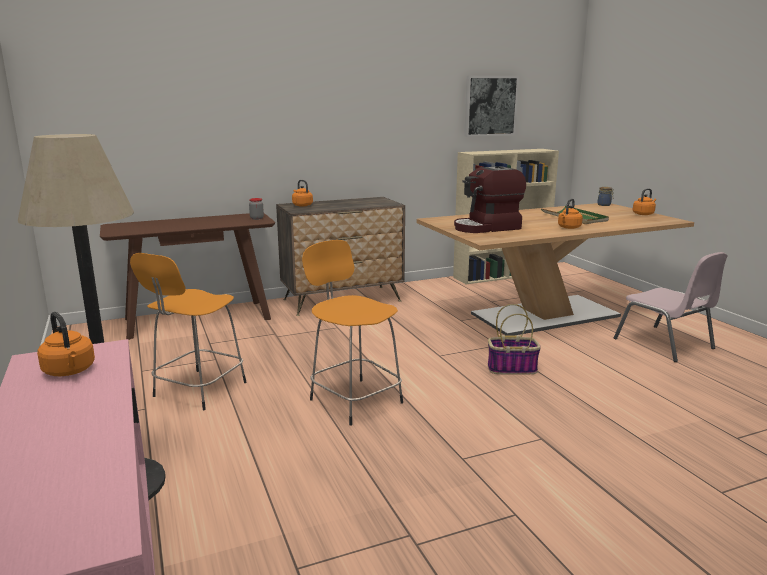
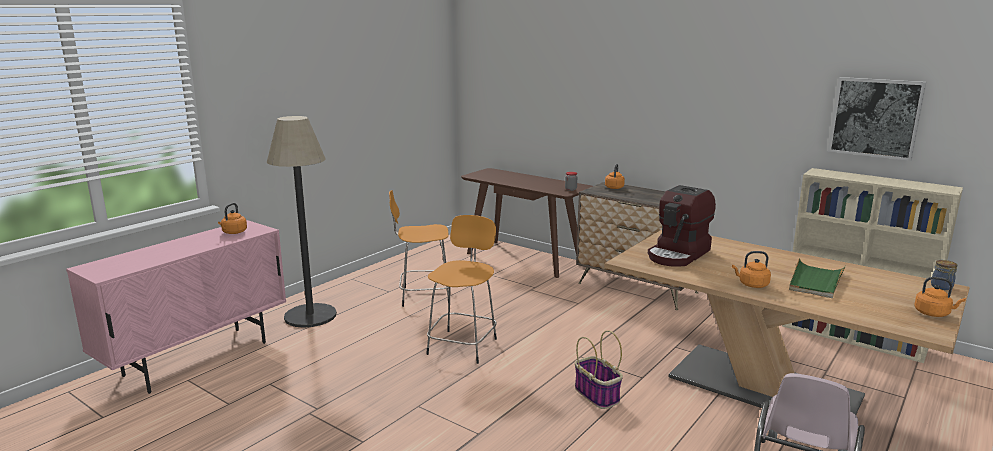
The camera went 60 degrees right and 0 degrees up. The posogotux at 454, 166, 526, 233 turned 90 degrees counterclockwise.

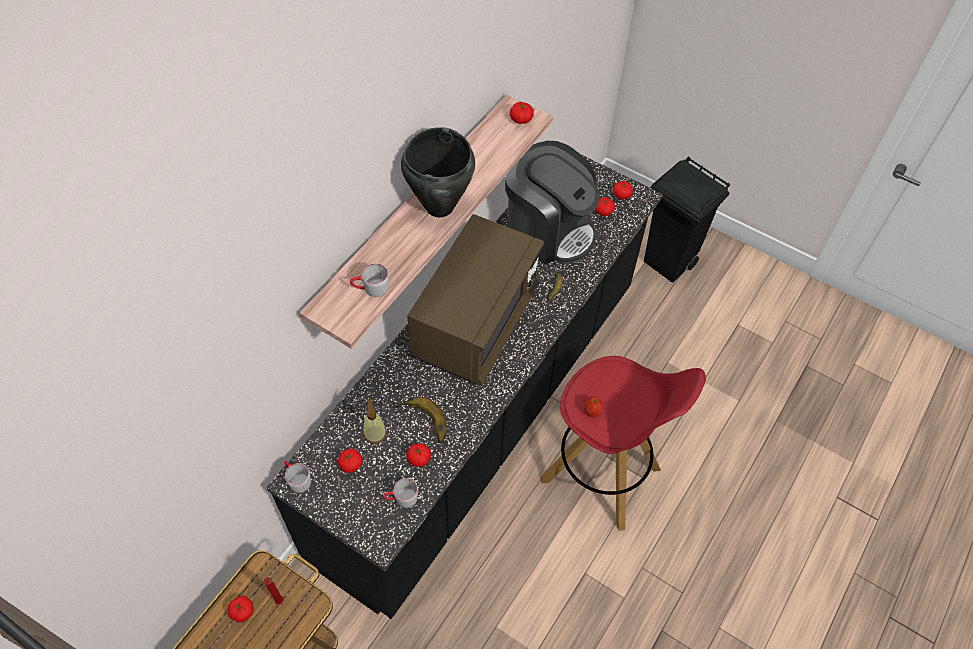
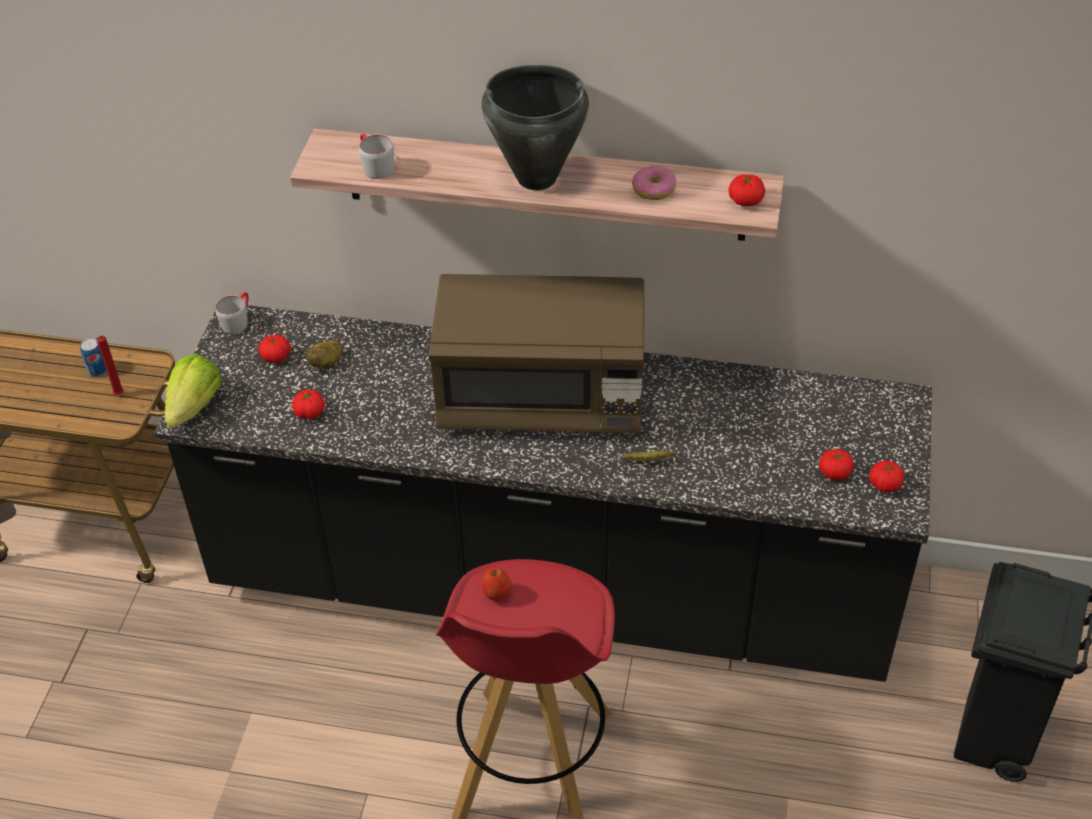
The camera went 70 degrees right and 10 degrees down. The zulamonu at 228, 596, 254, 623 was replaced by the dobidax at 80, 338, 107, 377. The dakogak at 165, 354, 222, 428 appeared. The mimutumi at 363, 399, 387, 444 was replaced by the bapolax at 306, 341, 343, 367. The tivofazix at 632, 166, 676, 200 appeared. The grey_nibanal at 382, 478, 418, 508 disappeared. The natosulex at 395, 397, 447, 443 disappeared. The posogotux at 505, 141, 600, 264 disappeared.

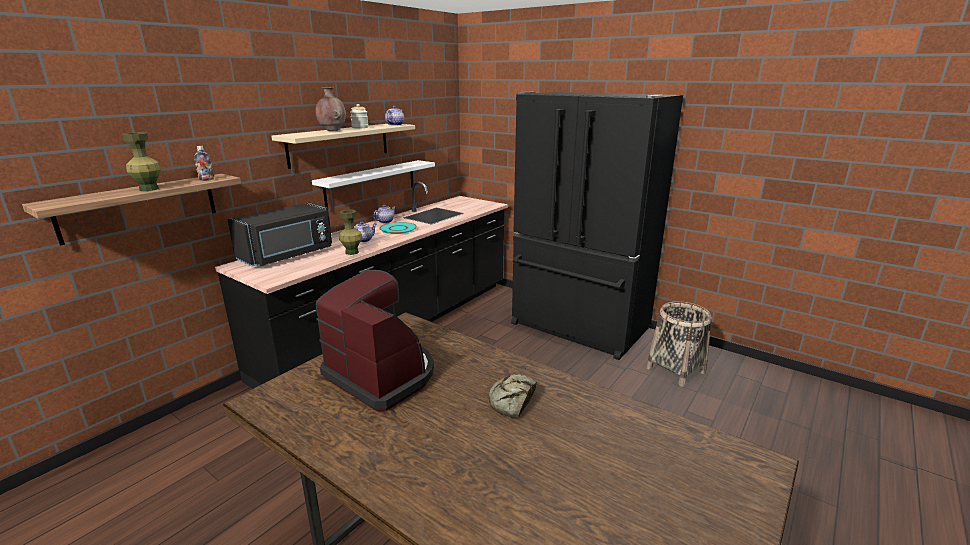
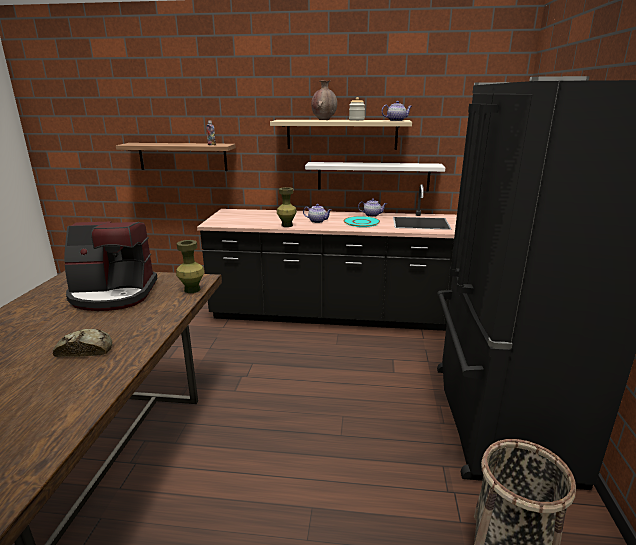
The camera went 60 degrees right and 0 degrees up. The posogotux at 316, 270, 434, 411 turned 75 degrees clockwise. The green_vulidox moved from 122, 132, 161, 191 to 176, 240, 204, 293. The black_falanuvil at 227, 202, 332, 267 disappeared.

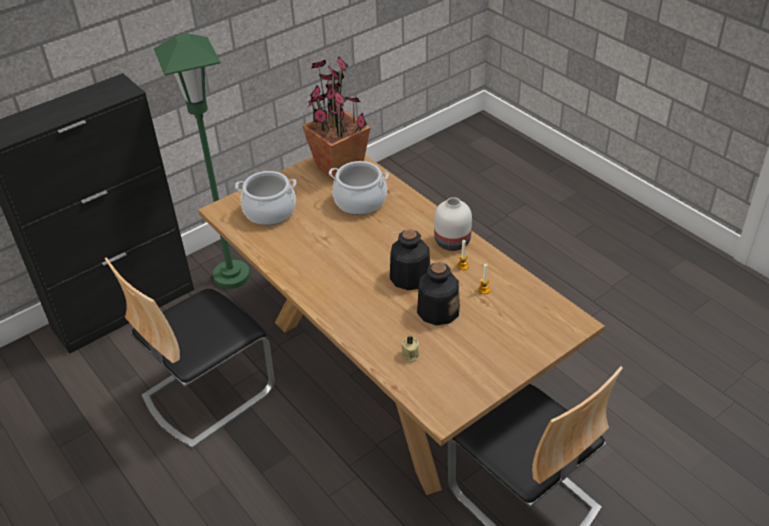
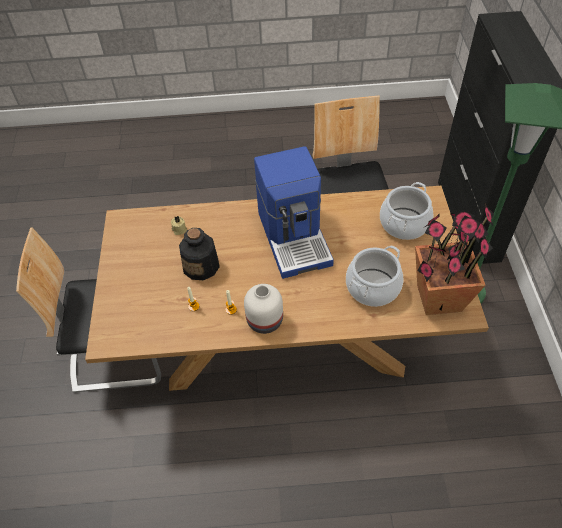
The camera went 125 degrees right and 10 degrees up. The posogotux at 254, 146, 334, 279 appeared. The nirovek at 390, 230, 430, 290 disappeared.

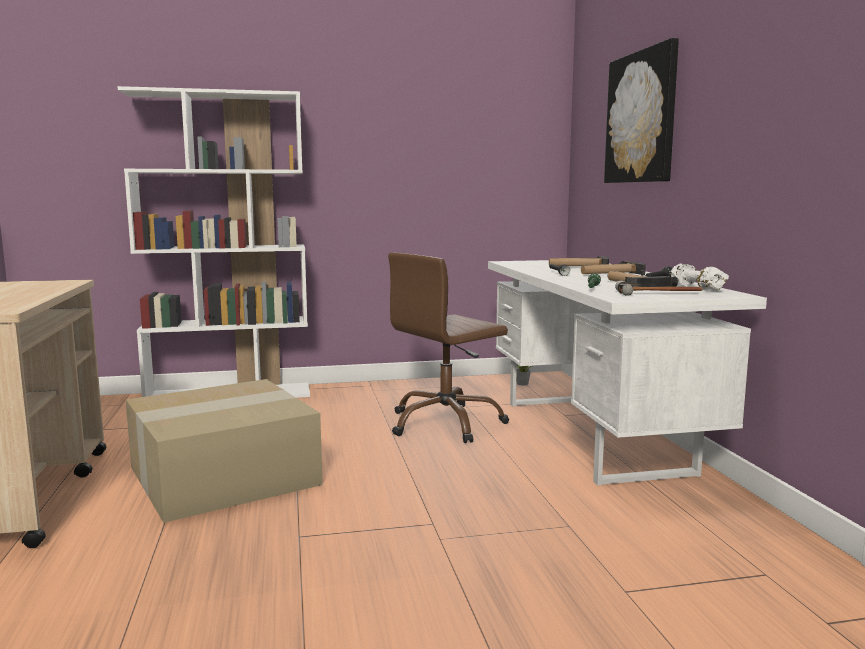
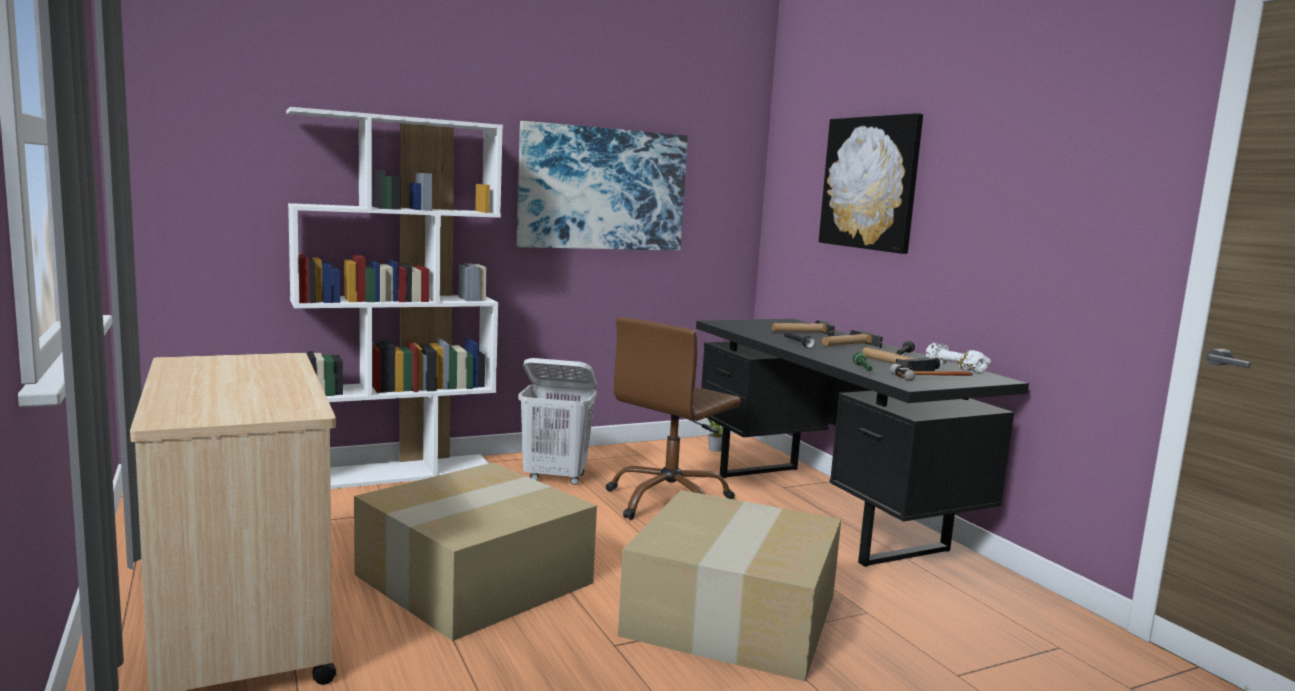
The camera went 15 degrees left and 0 degrees up. The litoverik at 517, 121, 688, 251 appeared. The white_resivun at 519, 358, 597, 485 appeared. The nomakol at 618, 490, 841, 682 appeared. The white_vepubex at 488, 260, 767, 486 became the black_vepubex at 696, 319, 1029, 567.

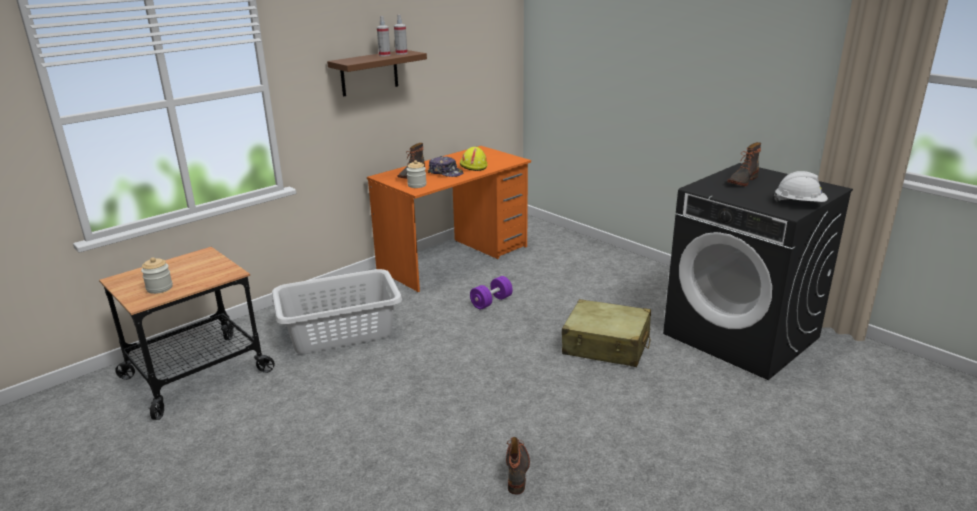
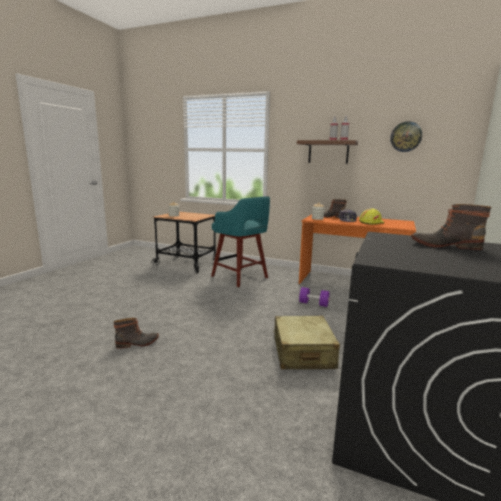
The camera went 65 degrees right and 10 degrees down. The grey_resivun at 272, 269, 402, 354 was replaced by the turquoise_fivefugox at 211, 196, 270, 287. The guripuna at 390, 121, 422, 152 appeared. The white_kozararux at 774, 171, 828, 202 disappeared.

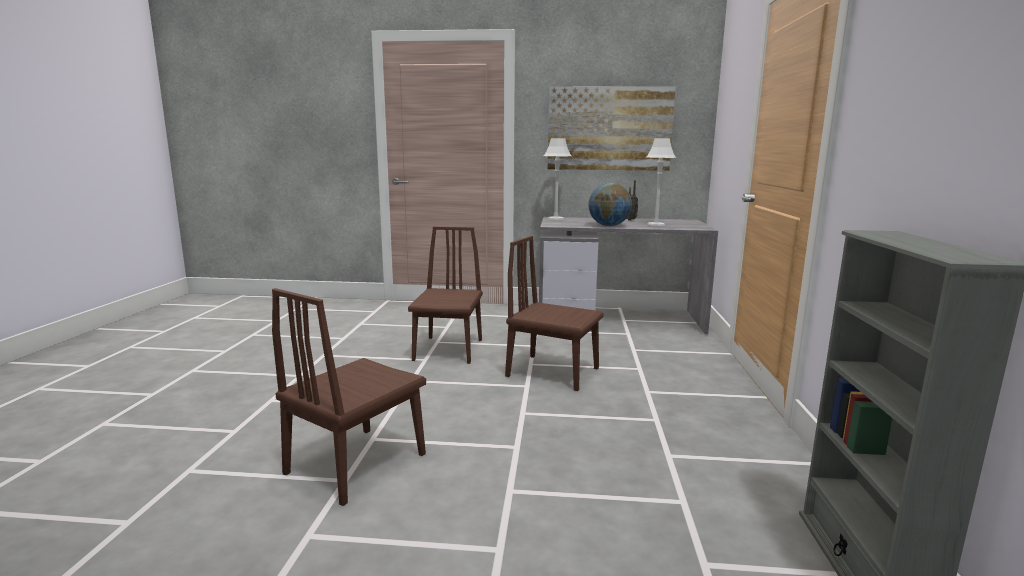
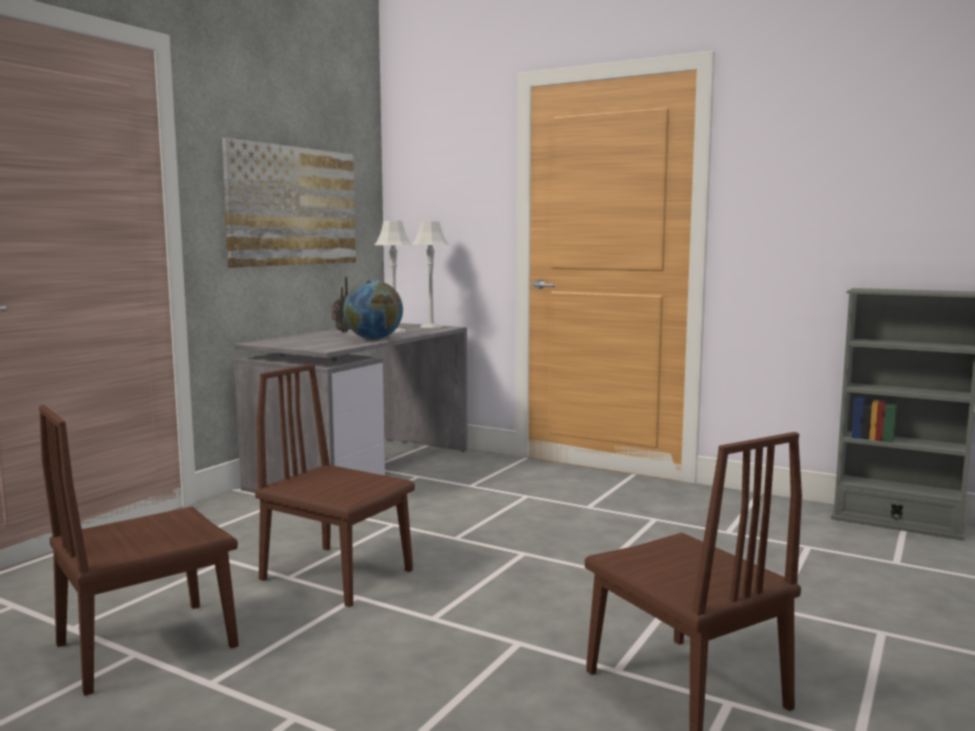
The camera went 65 degrees left and 5 degrees down. The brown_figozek moved from 505, 236, 604, 391 to 39, 405, 239, 696. The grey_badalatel moved from 544, 138, 572, 220 to 412, 221, 449, 328.

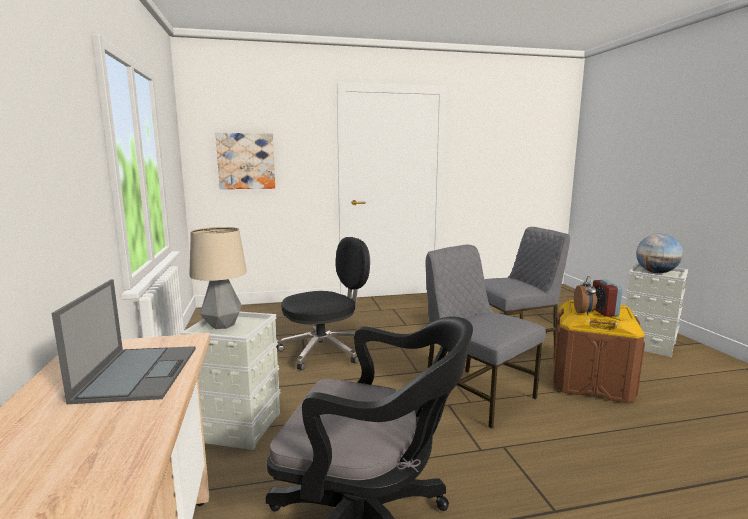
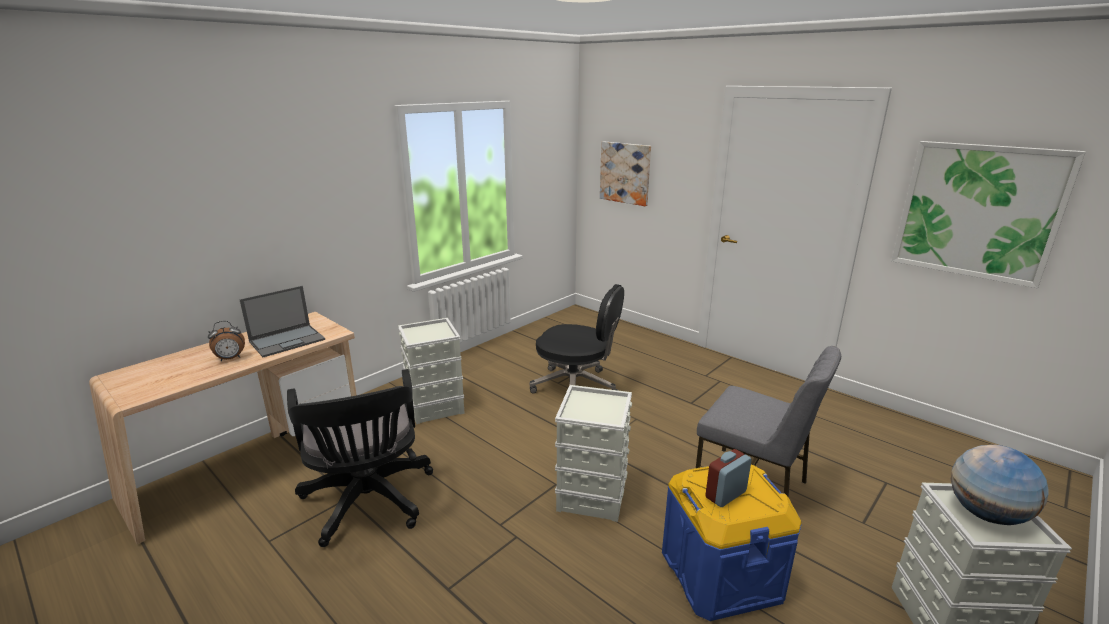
The camera went 55 degrees right and 10 degrees up. The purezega moved from 574, 276, 597, 315 to 208, 321, 245, 361. The grey_figozek at 425, 245, 546, 429 was replaced by the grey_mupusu at 555, 385, 632, 522. The brown_mupusu at 553, 300, 645, 403 became the blue_mupusu at 662, 465, 801, 621. The litoverik at 891, 141, 1086, 288 appeared. The badalatel at 189, 227, 247, 329 disappeared.

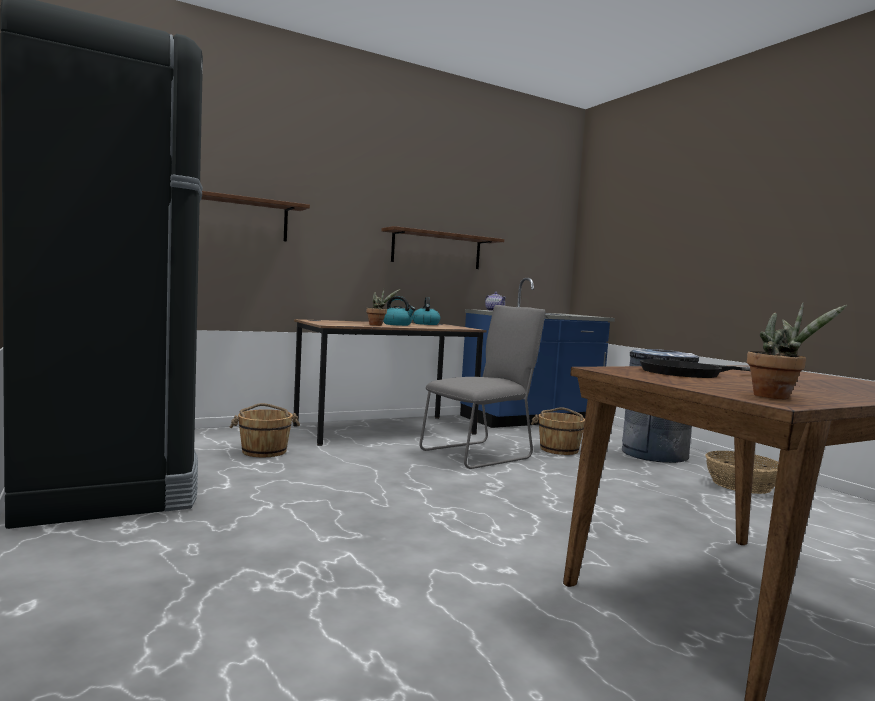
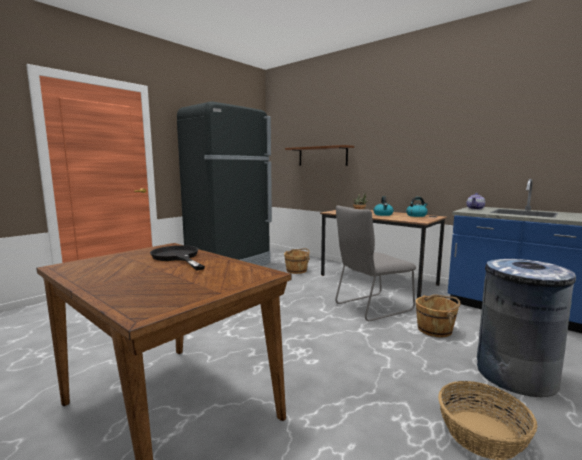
The camera went 70 degrees right and 5 degrees up. The grey_figozek at 419, 305, 546, 469 turned 120 degrees clockwise. The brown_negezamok at 381, 226, 504, 269 disappeared. The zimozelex at 747, 303, 847, 399 disappeared.

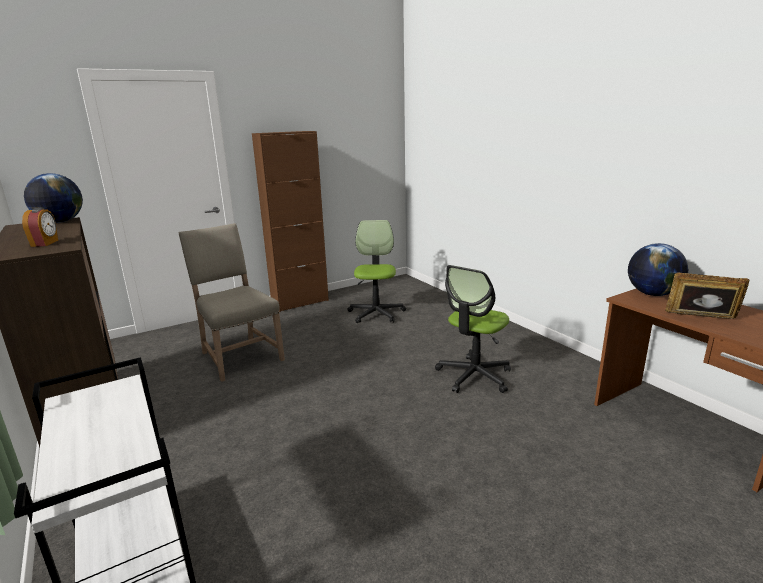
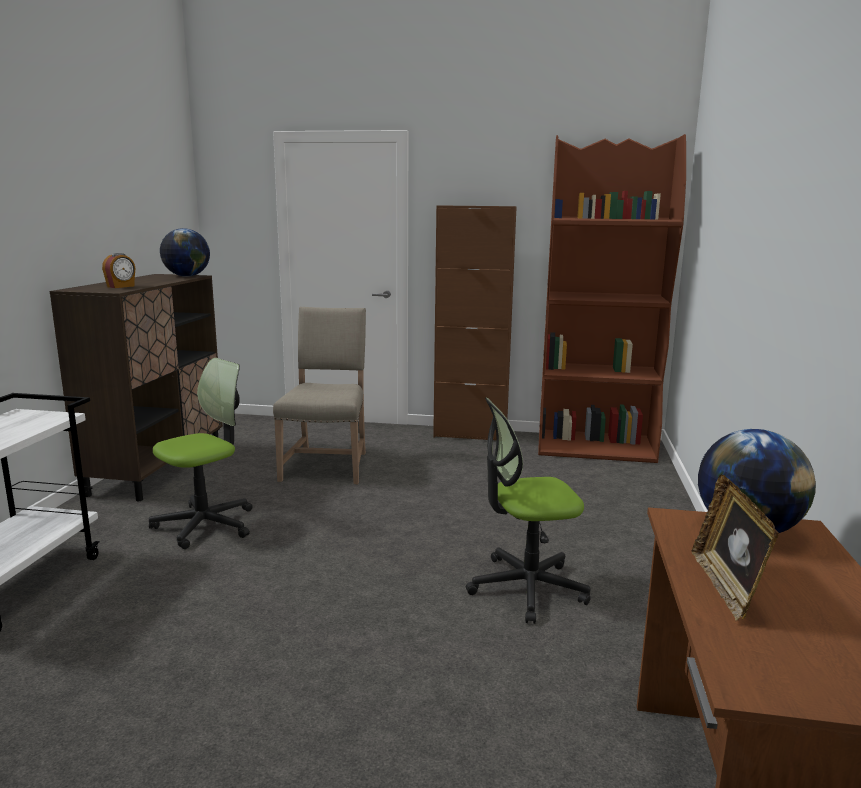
The camera went 40 degrees right and 5 degrees down. The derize moved from 347, 220, 406, 323 to 149, 358, 253, 549. The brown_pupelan at 538, 134, 686, 463 appeared. The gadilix at 665, 272, 749, 319 turned 150 degrees counterclockwise.

